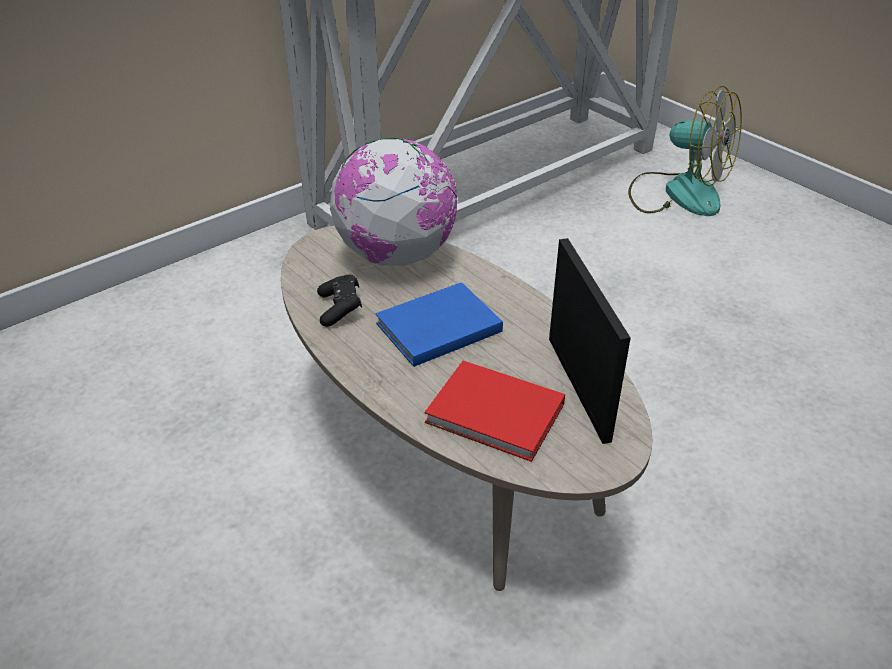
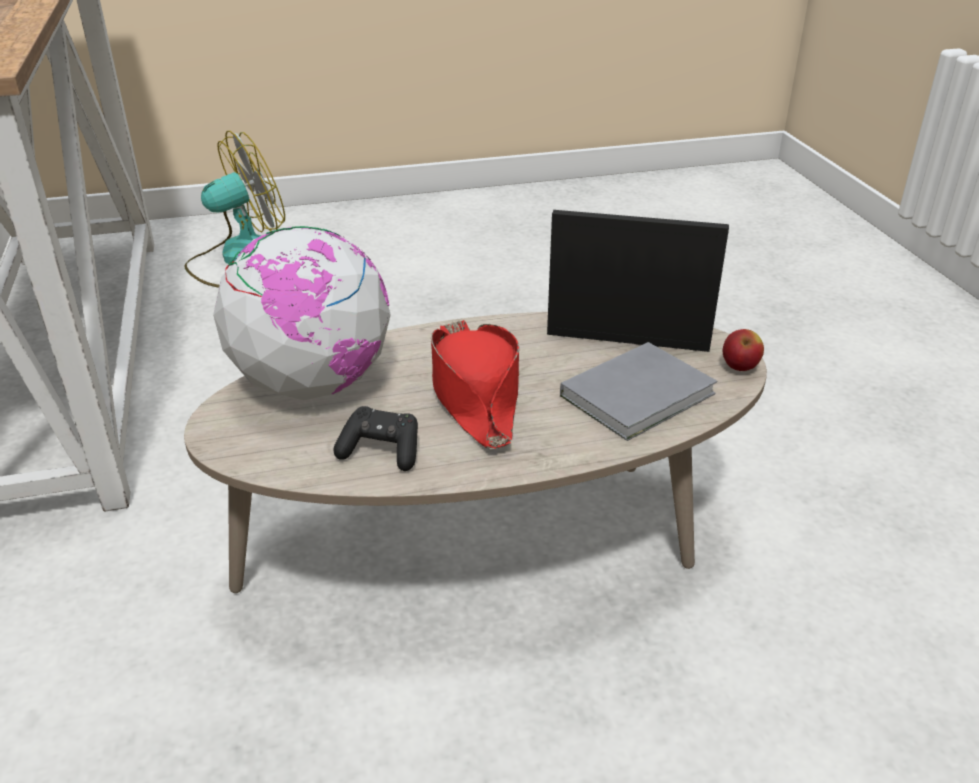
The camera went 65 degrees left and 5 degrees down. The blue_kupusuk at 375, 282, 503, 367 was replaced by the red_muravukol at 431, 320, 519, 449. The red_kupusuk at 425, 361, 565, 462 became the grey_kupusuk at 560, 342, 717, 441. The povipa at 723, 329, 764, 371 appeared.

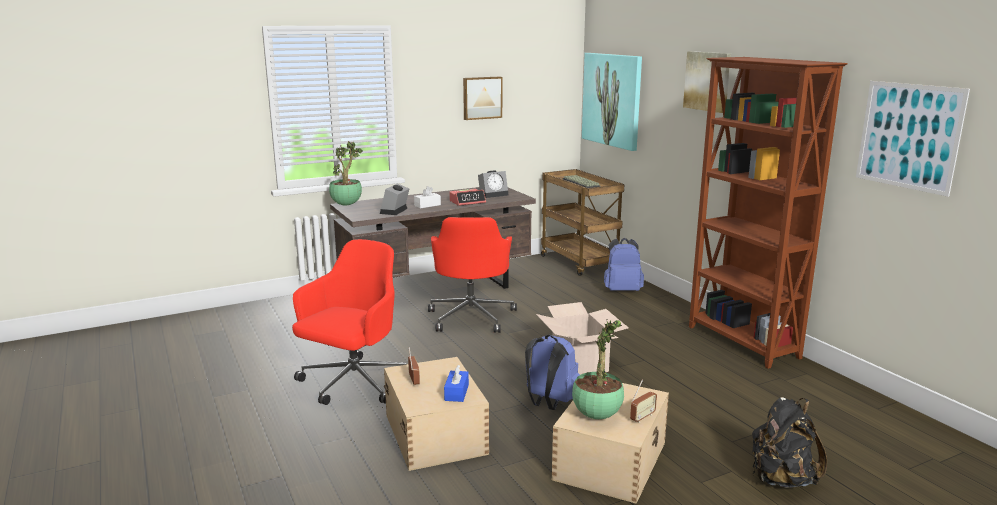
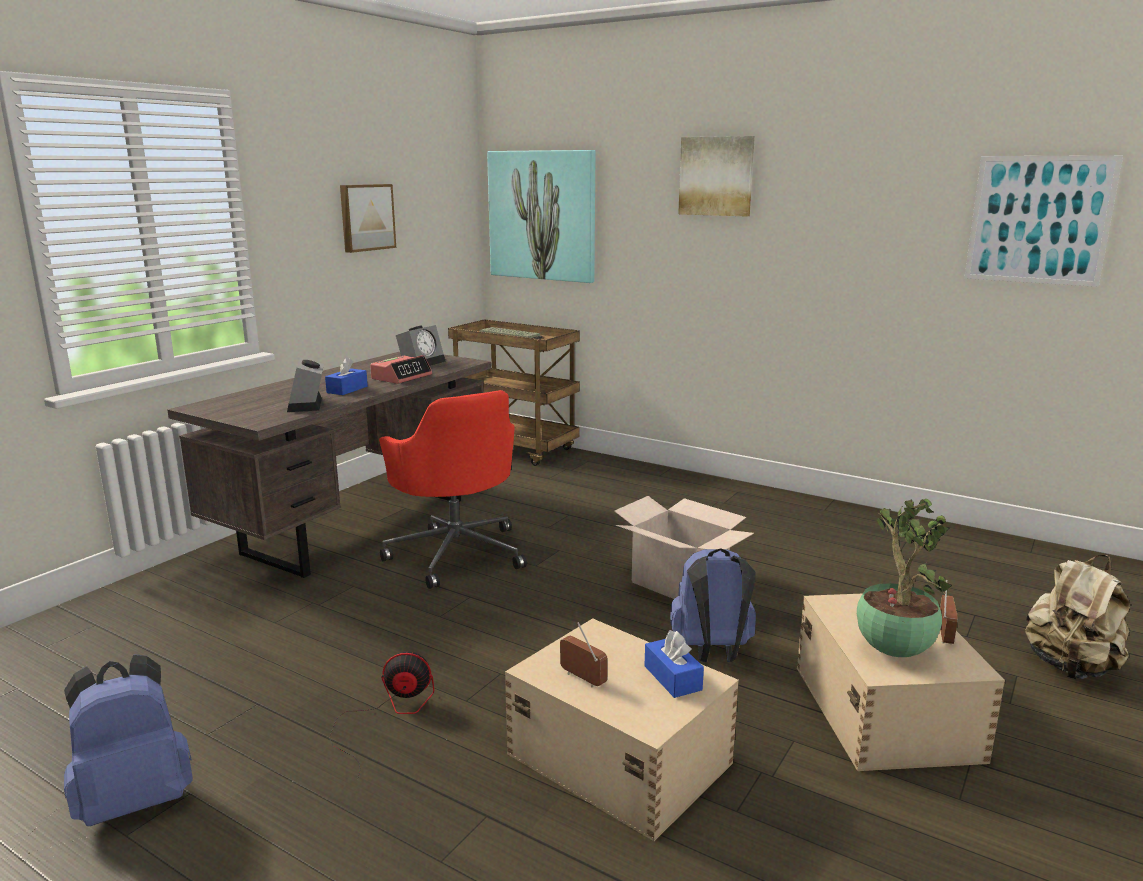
The camera went 30 degrees left and 0 degrees up. The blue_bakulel moved from 604, 238, 644, 291 to 64, 654, 193, 826. The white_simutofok at 414, 186, 441, 208 became the blue_simutofok at 325, 357, 368, 395. The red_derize at 292, 239, 407, 405 was replaced by the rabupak at 329, 651, 434, 780. The black_bakulel at 752, 397, 827, 488 became the beige_bakulel at 1025, 555, 1130, 679. The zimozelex at 329, 141, 363, 205 disappeared. The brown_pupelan at 689, 57, 848, 369 disappeared.

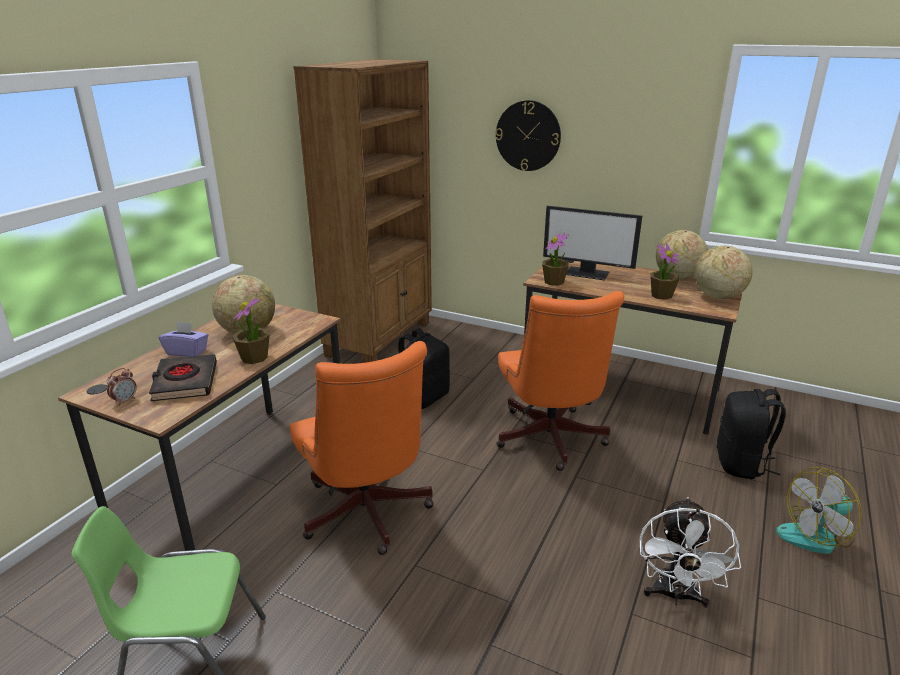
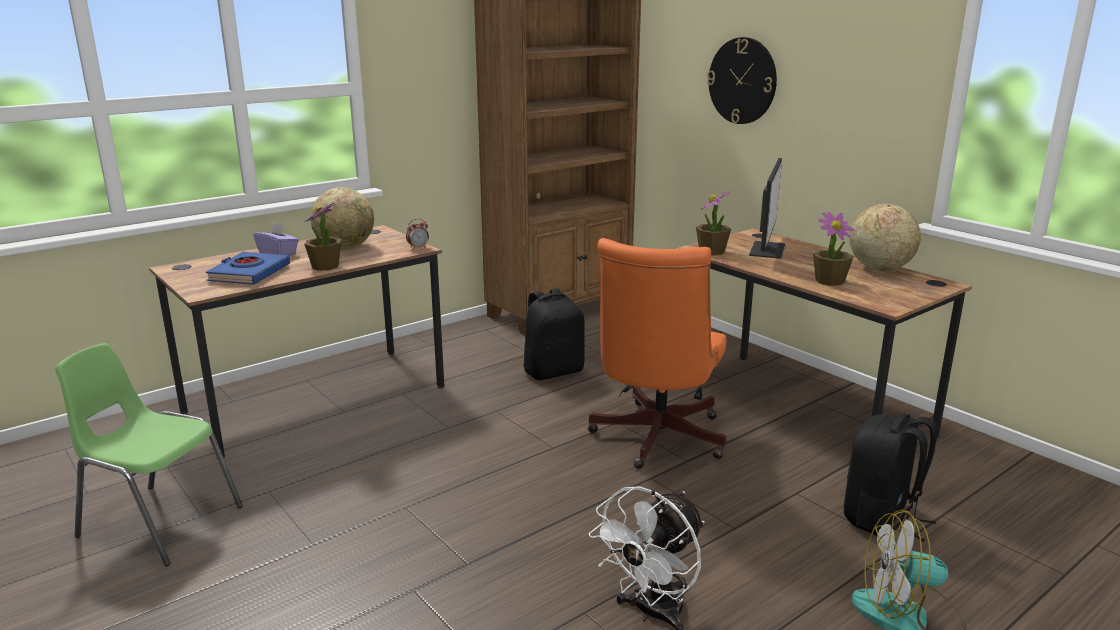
The camera went 25 degrees right and 5 degrees down. The black_kupusuk at 149, 354, 217, 401 became the blue_kupusuk at 206, 252, 290, 285. The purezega moved from 107, 368, 137, 406 to 406, 218, 429, 250. The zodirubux at 543, 206, 642, 281 turned 120 degrees counterclockwise. The orange_derize at 290, 341, 434, 555 disappeared. The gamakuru at 695, 246, 753, 299 disappeared.

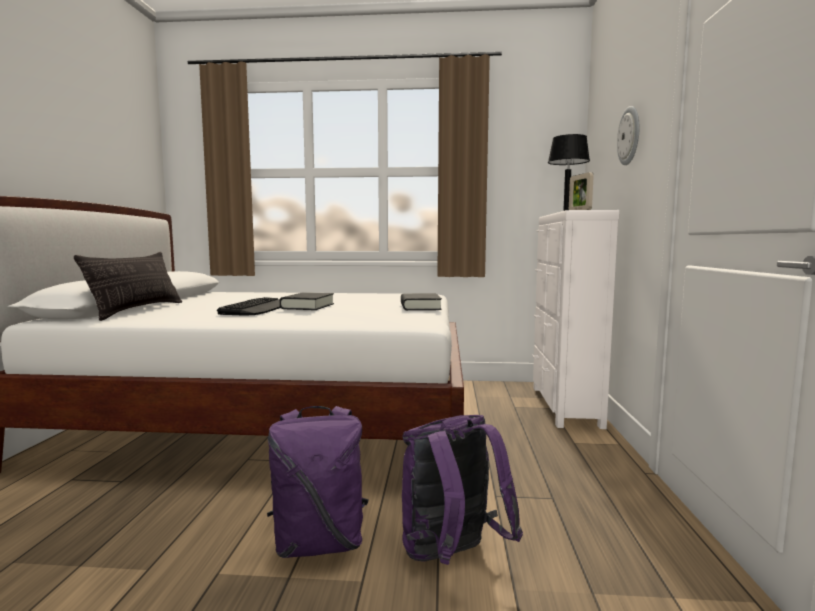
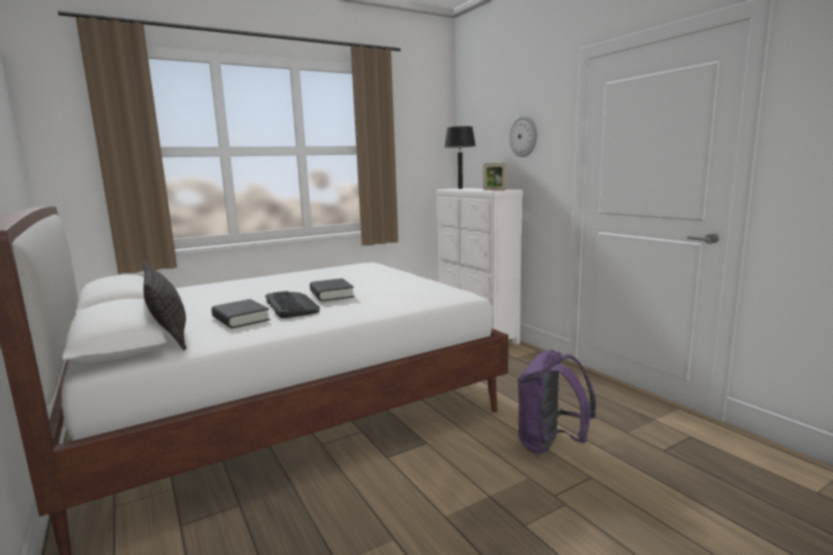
The camera went 35 degrees left and 5 degrees up. The black_kupusuk moved from 401, 293, 442, 310 to 212, 299, 270, 328. The purple_bakulel at 267, 406, 369, 558 disappeared.

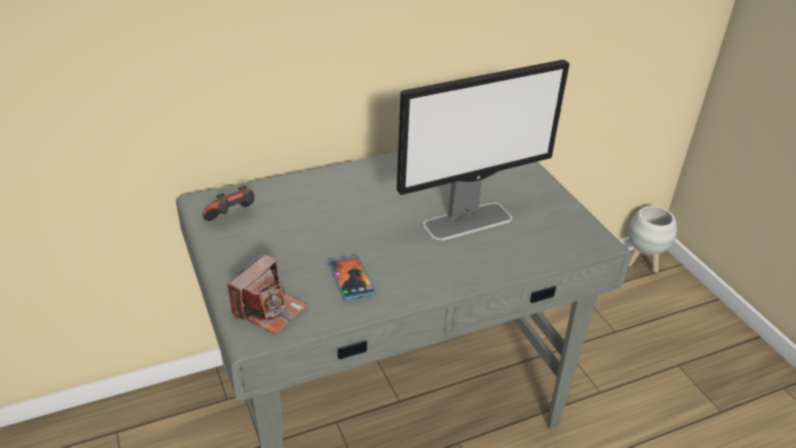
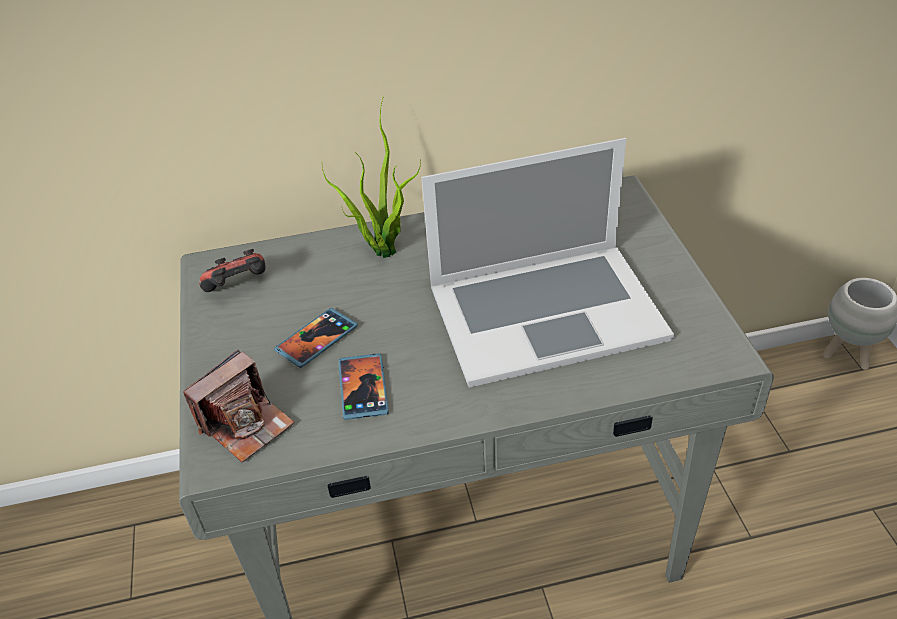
The camera went 15 degrees right and 5 degrees up. The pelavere at 274, 308, 358, 368 appeared. The zimozelex at 321, 98, 421, 258 appeared. The zodirubux at 397, 59, 569, 241 was replaced by the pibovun at 421, 138, 674, 388.

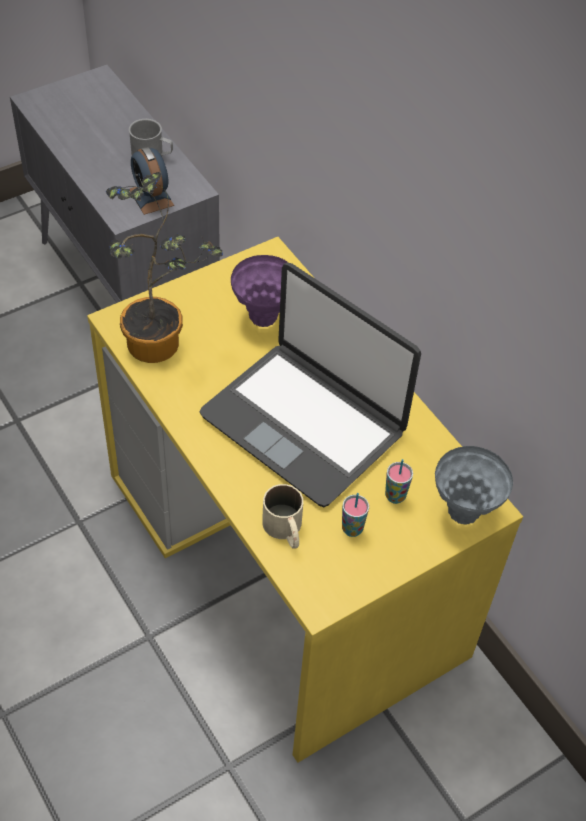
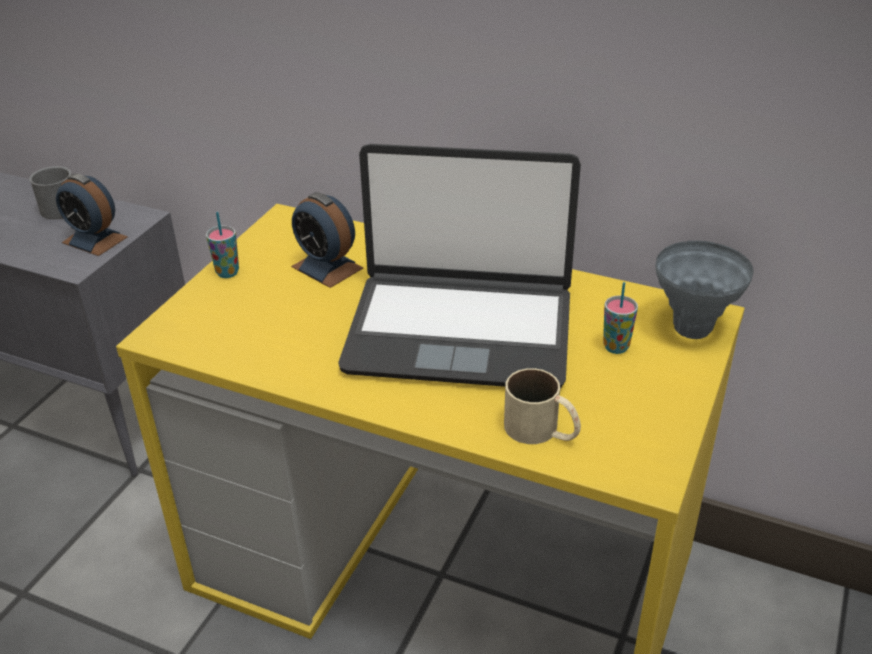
The camera went 30 degrees left and 15 degrees down. The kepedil moved from 342, 493, 369, 537 to 206, 212, 239, 278. The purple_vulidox at 231, 255, 289, 327 was replaced by the purezega at 291, 192, 363, 288. The zimozelex at 106, 172, 223, 363 disappeared.

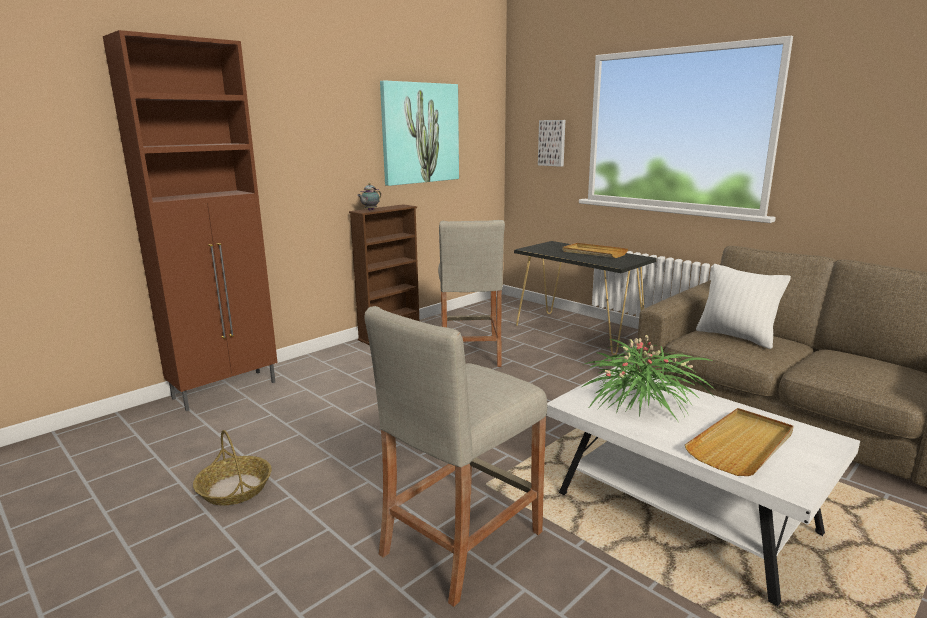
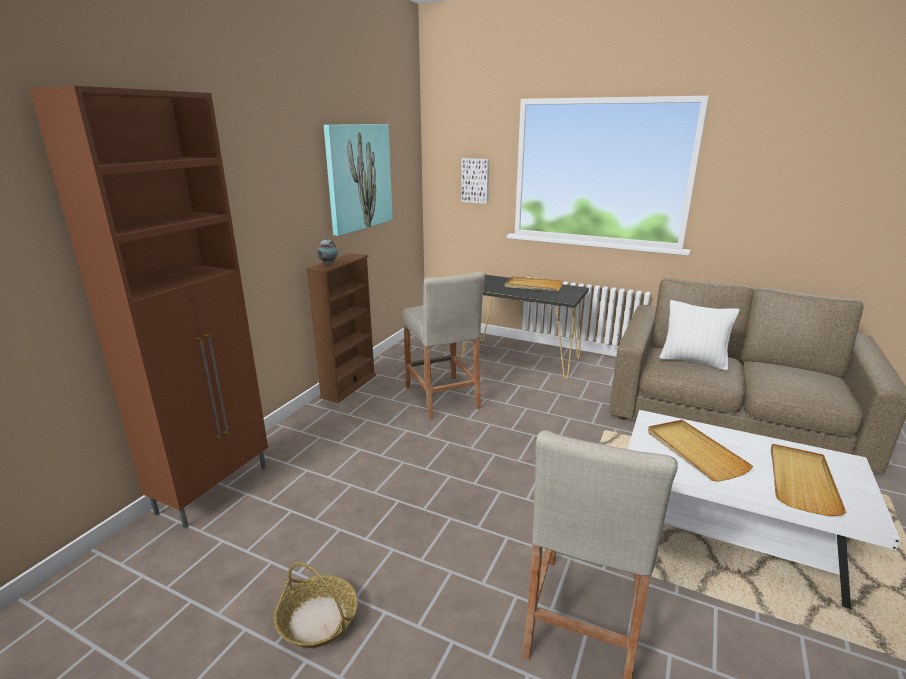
The camera went 20 degrees left and 5 degrees up. The zimozelex at 582, 335, 715, 421 was replaced by the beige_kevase at 648, 420, 753, 482.

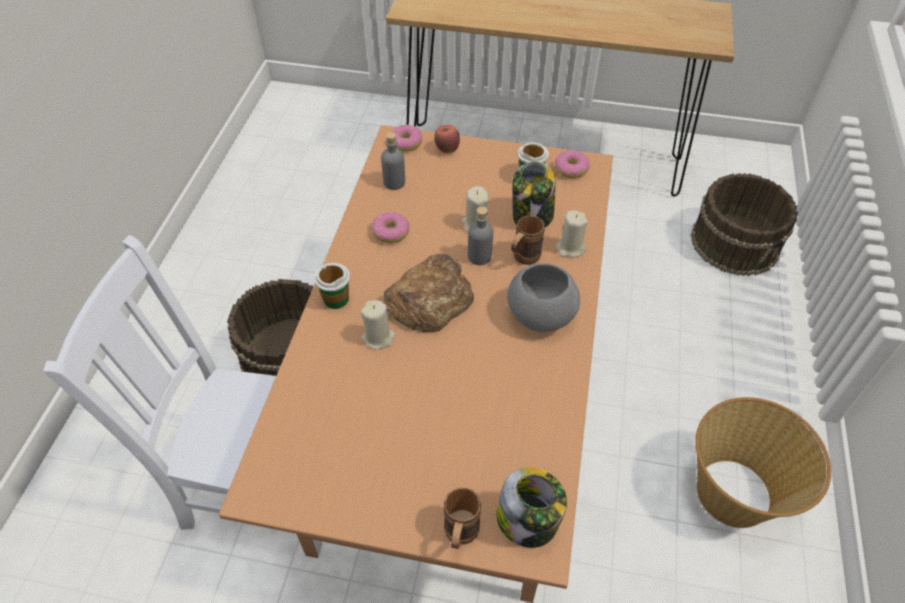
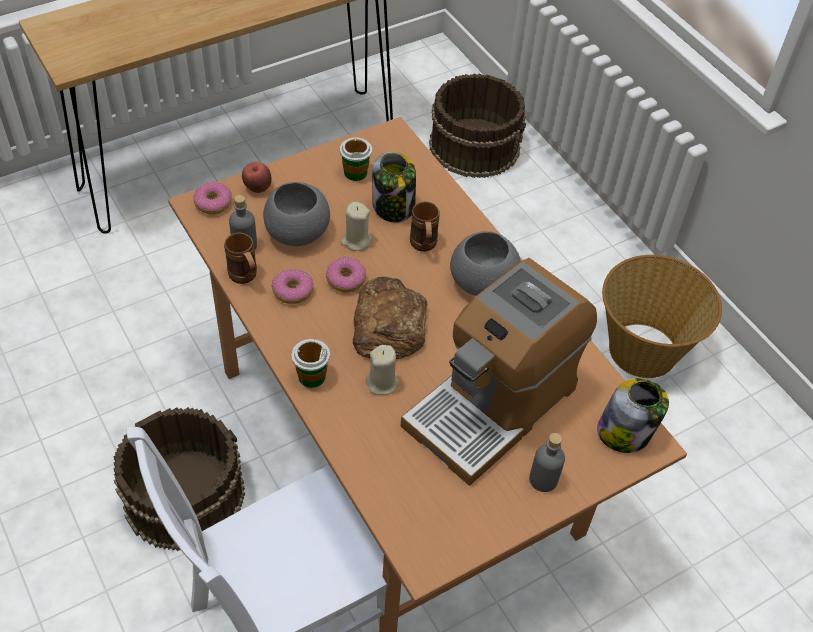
The camera went 45 degrees left and 0 degrees up. The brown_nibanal moved from 444, 488, 481, 549 to 224, 232, 257, 284. The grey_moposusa at 263, 182, 330, 246 appeared. The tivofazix moved from 555, 150, 590, 178 to 326, 257, 366, 293. The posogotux at 401, 258, 597, 486 appeared. The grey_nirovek moved from 468, 207, 493, 265 to 529, 433, 565, 492. The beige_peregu at 556, 210, 588, 258 disappeared.

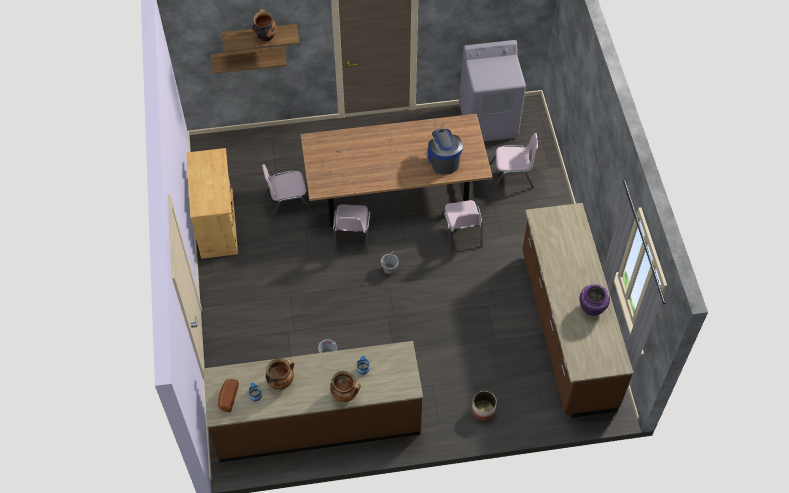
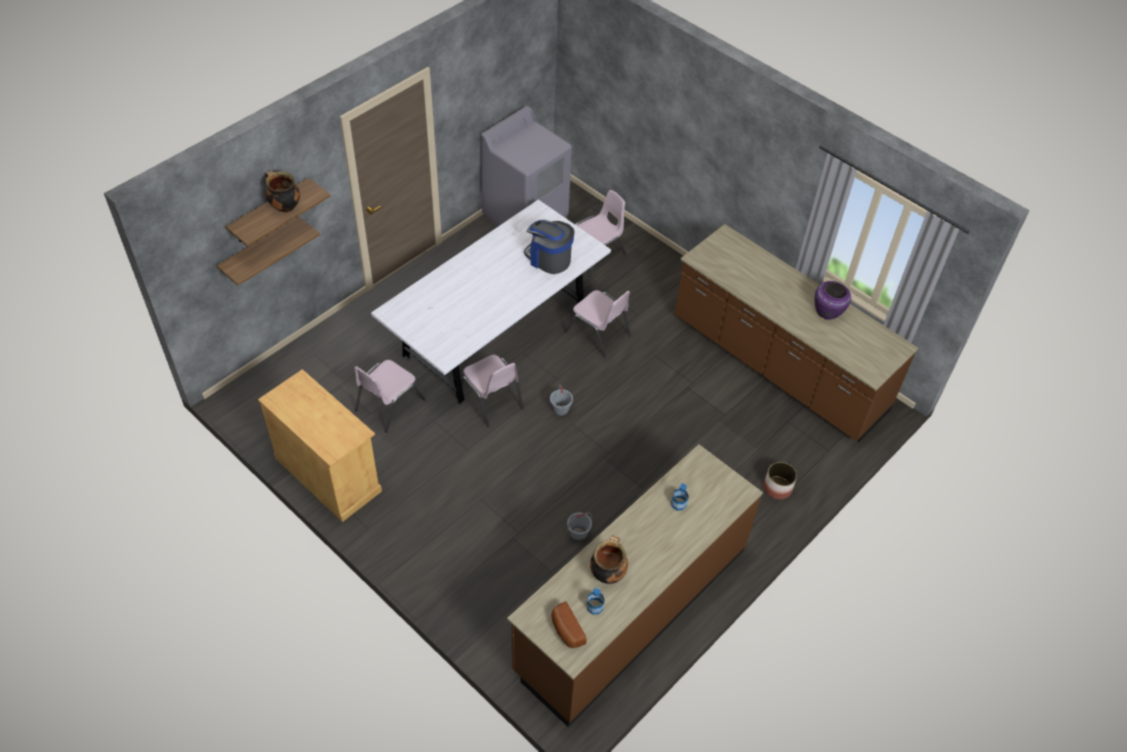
The camera went 40 degrees left and 5 degrees down. The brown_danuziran at 300, 114, 492, 227 became the white_danuziran at 371, 200, 611, 404. The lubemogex at 330, 371, 361, 402 disappeared.

